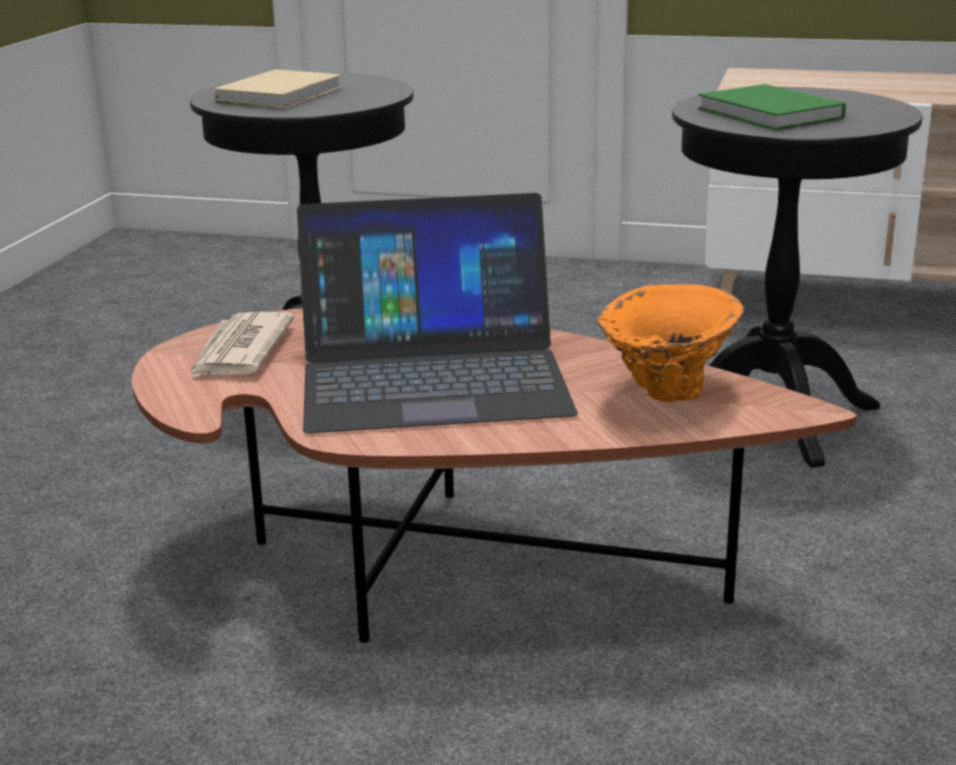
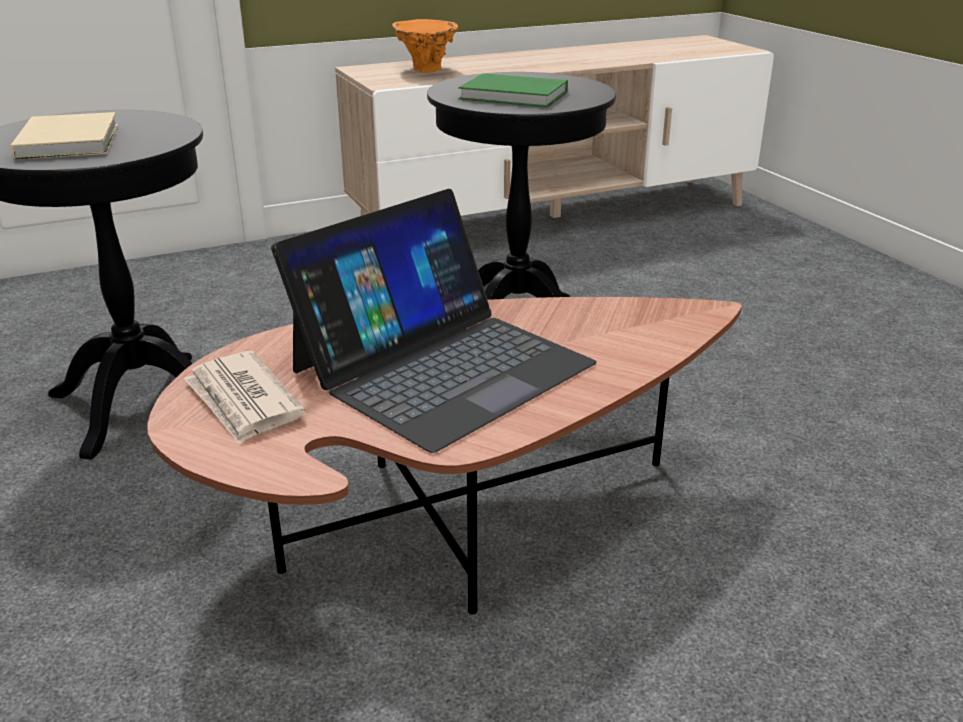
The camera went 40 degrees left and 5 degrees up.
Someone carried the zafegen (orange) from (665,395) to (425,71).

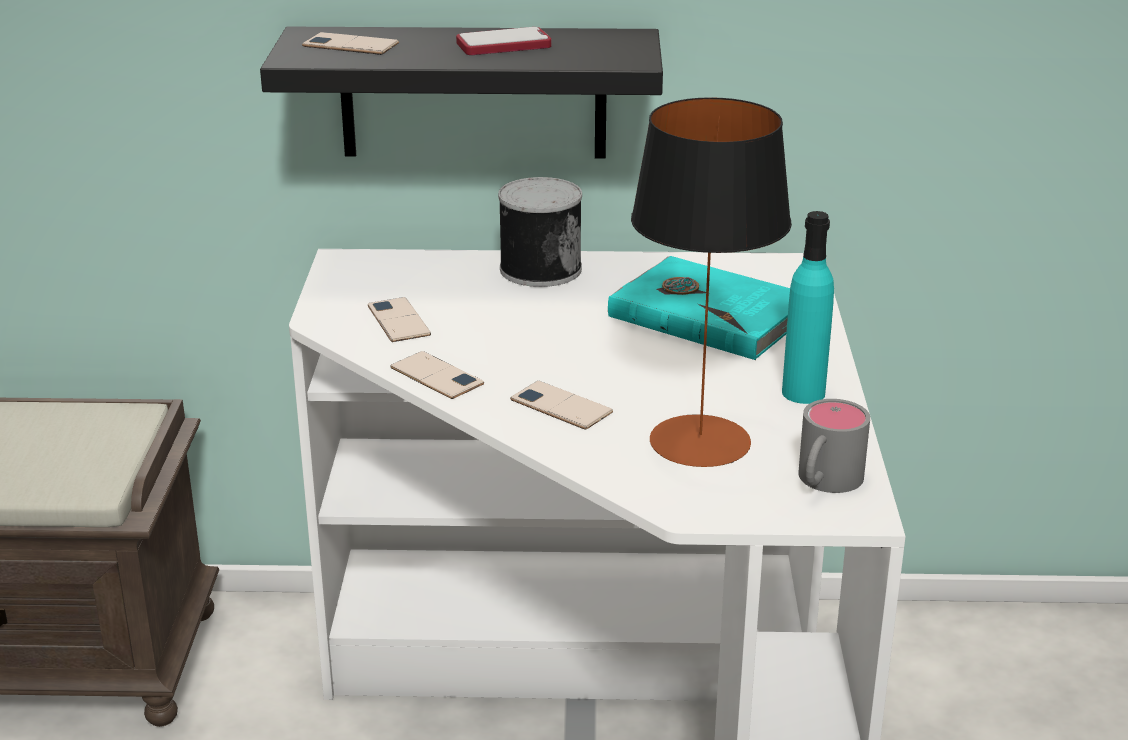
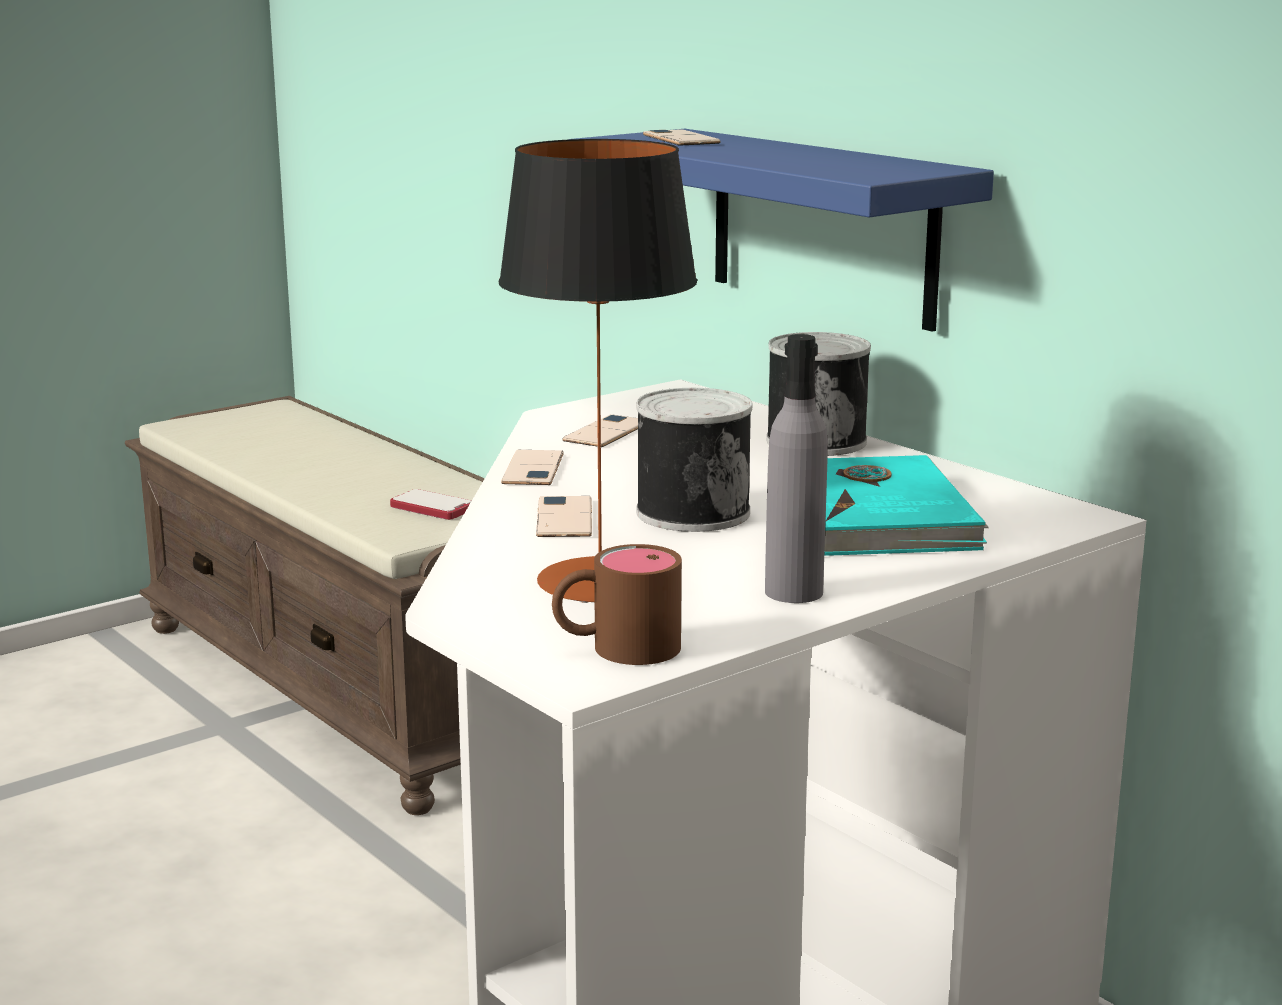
The camera went 50 degrees right and 10 degrees down.
Someone carried the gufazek from (503,45) to (432,507).
Someone repainted the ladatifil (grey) at (824,482), which became the ladatifil (brown) at (616,648).
Someone repainted the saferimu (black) at (473,92), which became the saferimu (blue) at (822,226).
Someone put down the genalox at (691,512).
Someone repainted the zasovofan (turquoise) at (803,393), which became the zasovofan (grey) at (793,592).

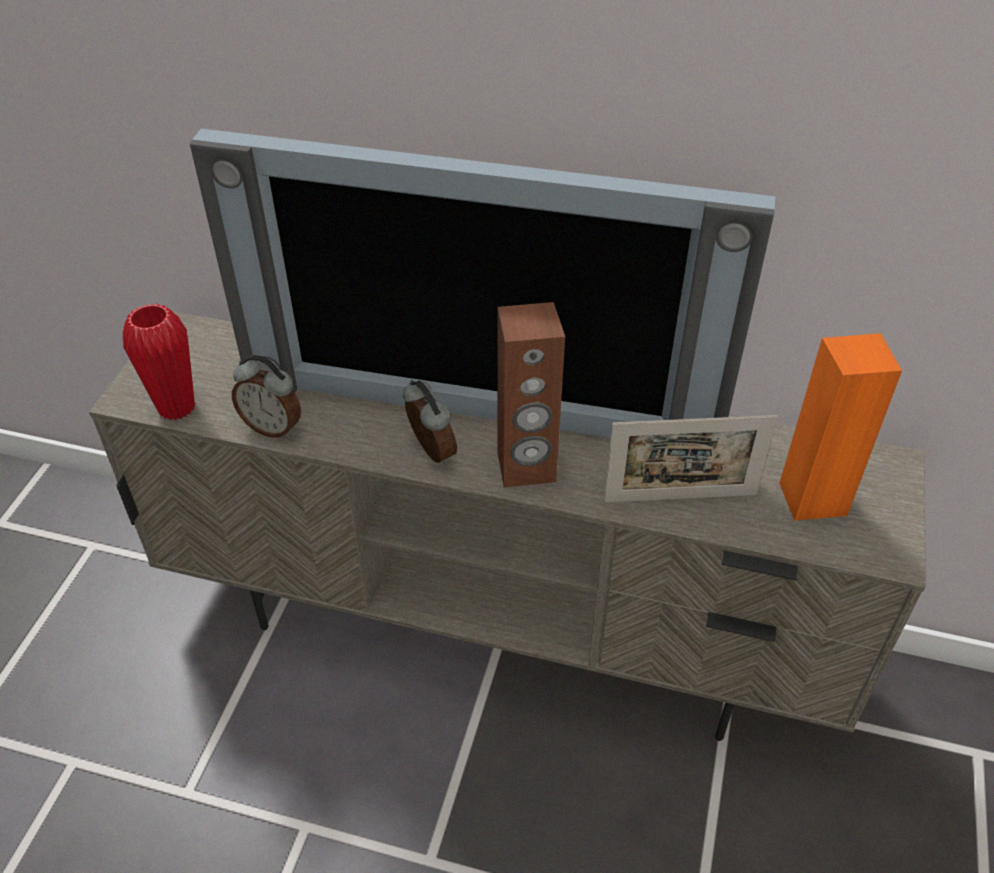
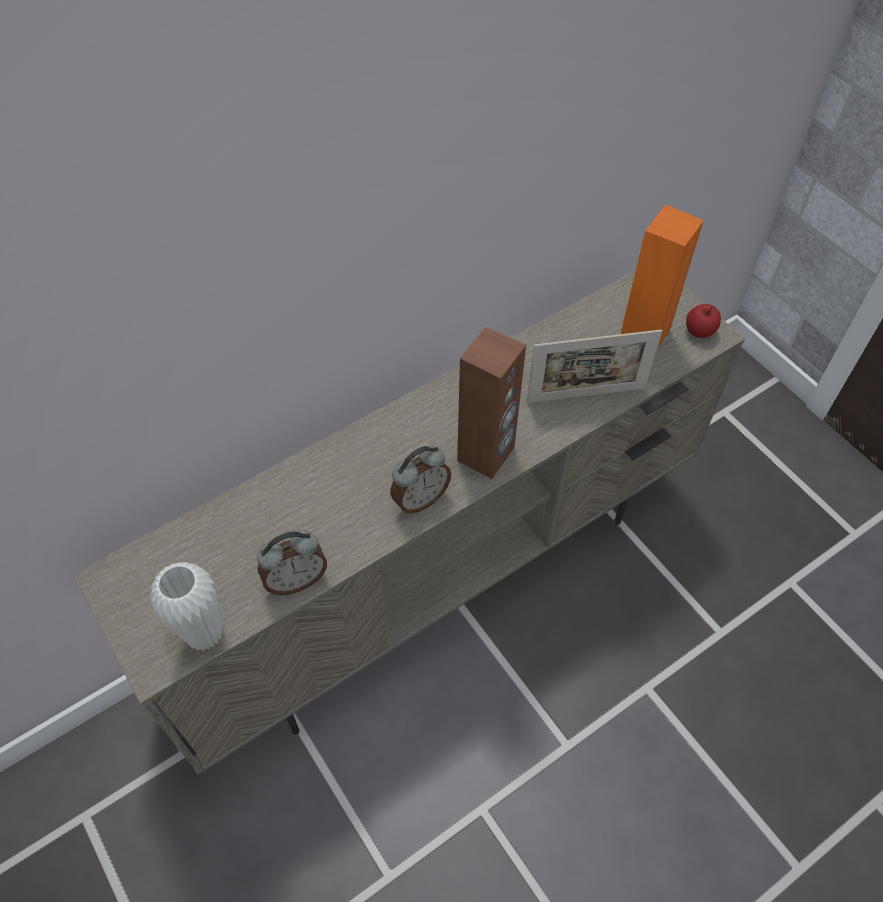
The camera went 50 degrees left and 10 degrees up.
Someone repainted the zafegen (red) at (176,407), which became the zafegen (white) at (204,634).
Someone rotated the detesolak at (430,452) by 135 degrees clockwise.
Someone rotated the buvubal at (680,497) by 45 degrees clockwise.
Someone put down the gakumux at (699,331).
Someone took away the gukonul at (481,399).

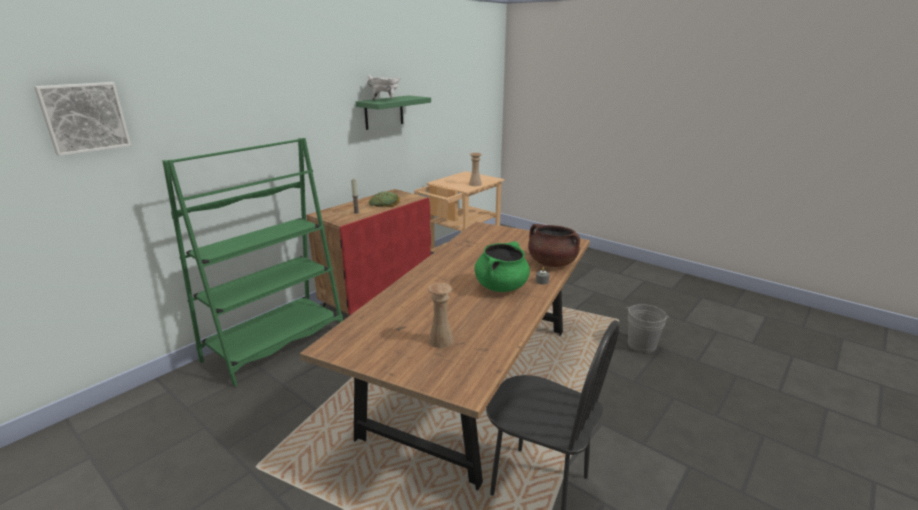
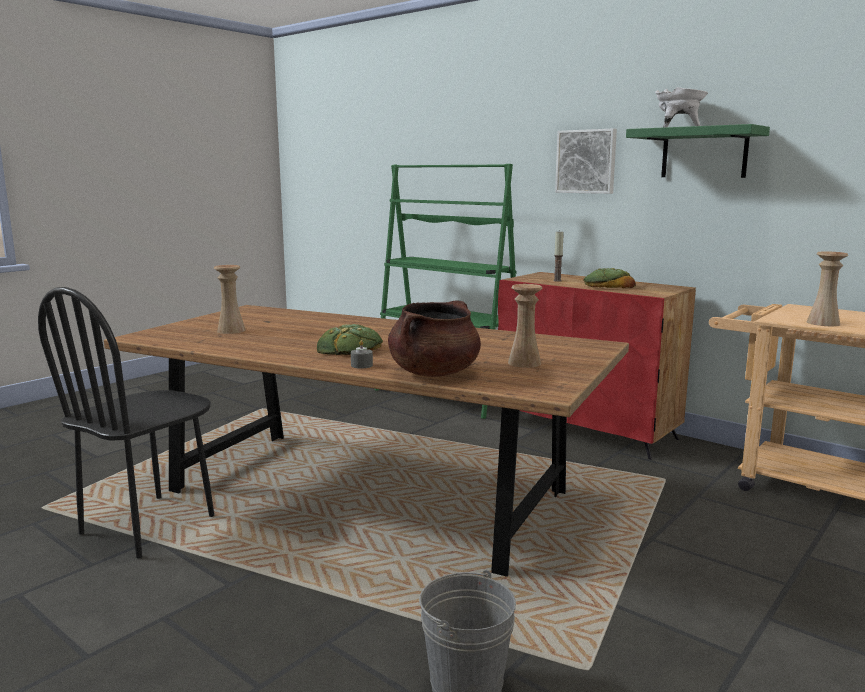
The camera went 90 degrees right and 10 degrees down.
Someone swapped the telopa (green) at (501,286) for the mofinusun at (350,349).
Someone put down the zafegen (beige) at (524,363).
Someone carried the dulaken from (84,117) to (586,161).

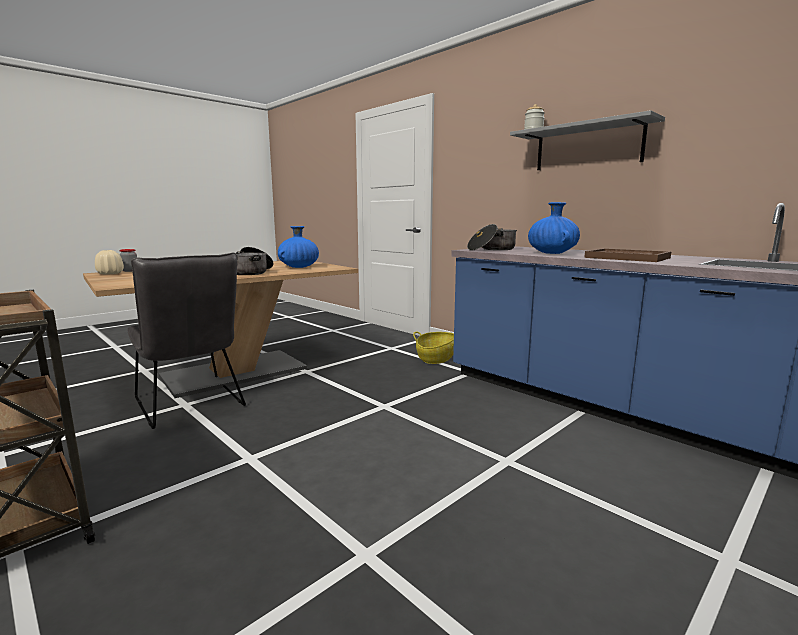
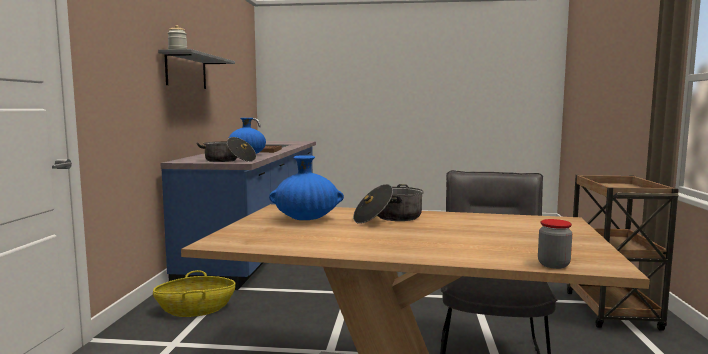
The camera went 130 degrees left and 5 degrees down.
Someone took away the zafegen (beige) at (110,274).

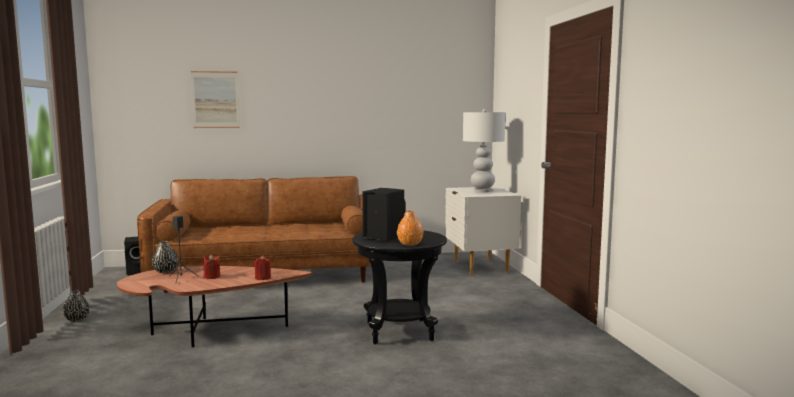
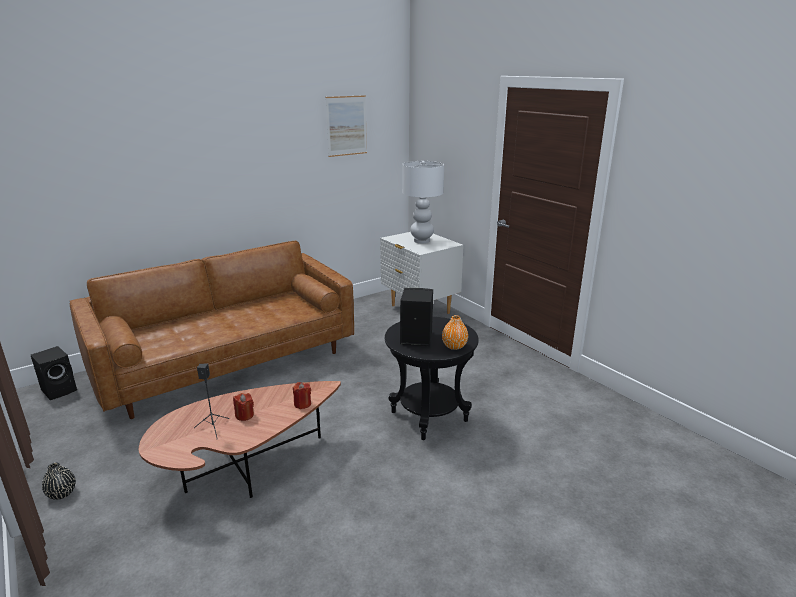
The camera went 25 degrees left and 15 degrees up.
Someone carried the dulaken from (215,99) to (346,126).
Someone took away the zafegen (black) at (165,271).

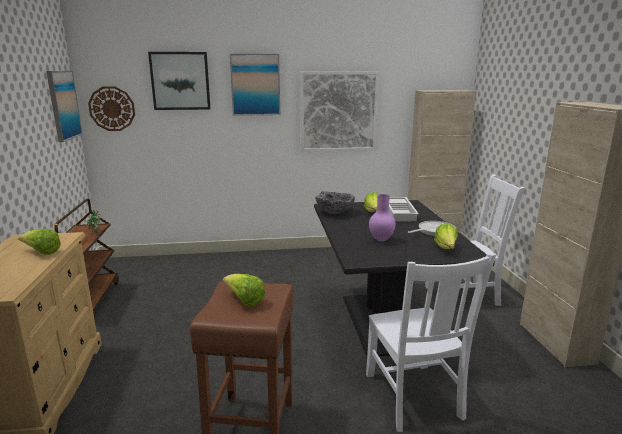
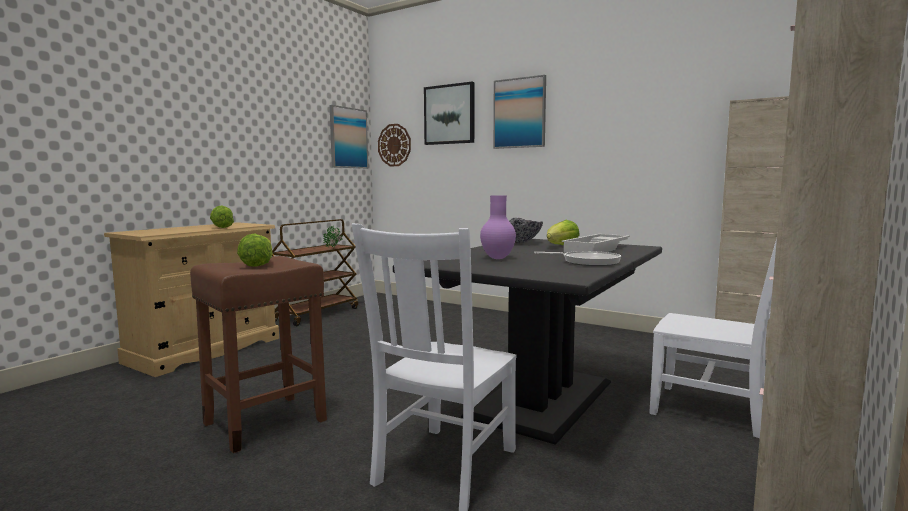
The camera went 40 degrees right and 10 degrees down.
Someone took away the dulaken at (338,111).
Someone took away the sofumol at (446,249).

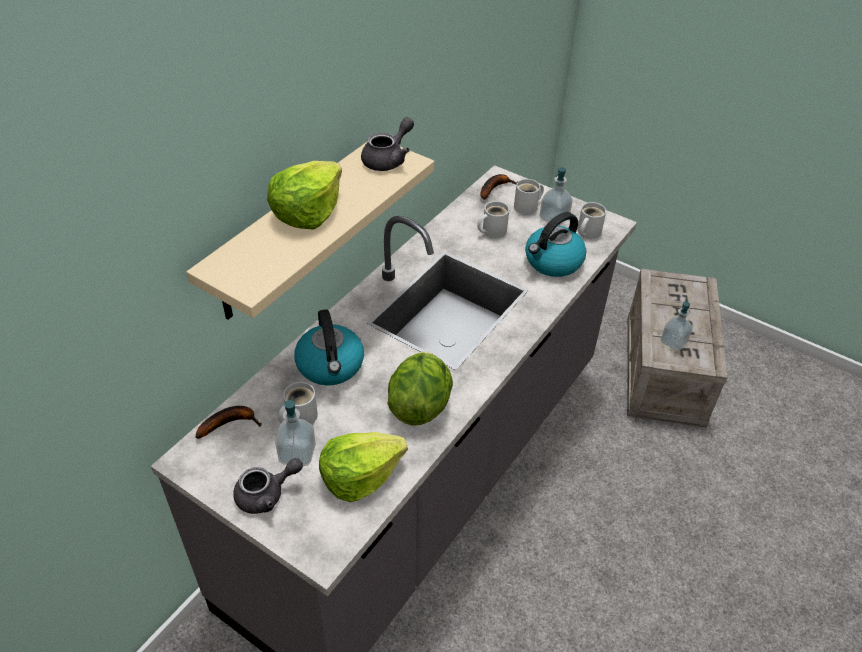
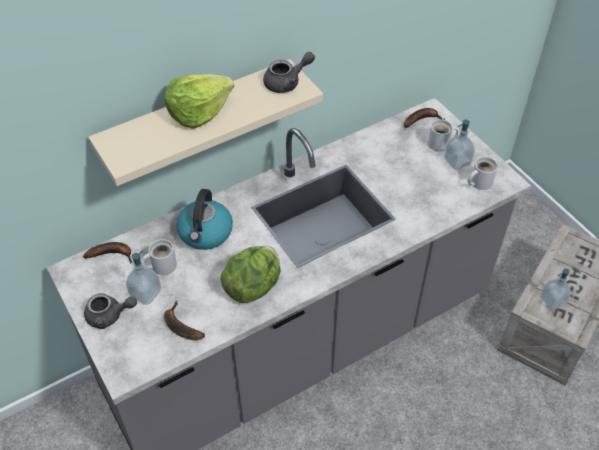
The camera went 25 degrees right and 5 degrees up.
Someone swapped the sofumol at (360,476) for the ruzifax at (179,326).
Someone took away the ladatifil (white) at (492,230).
Someone took away the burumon at (553,262).

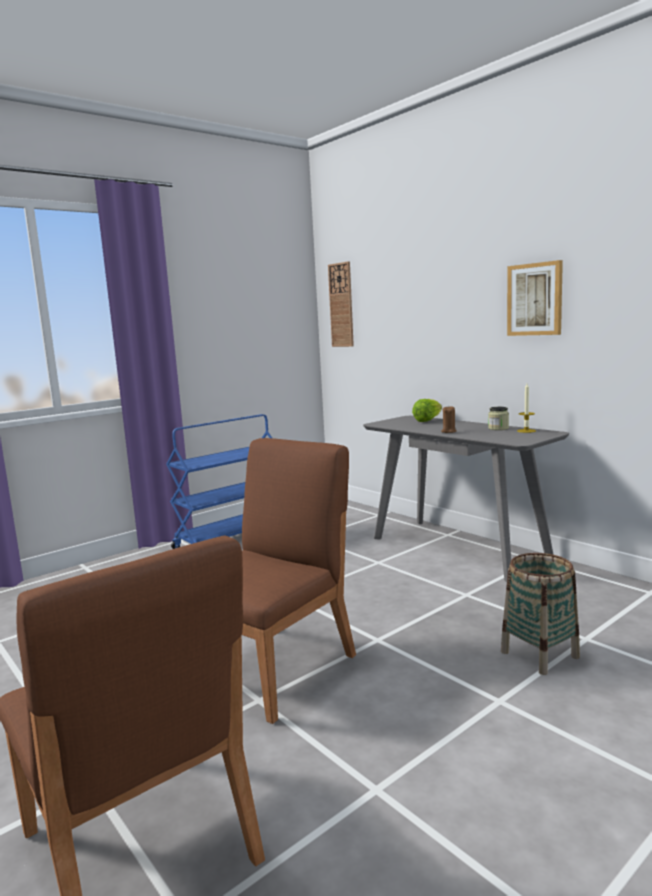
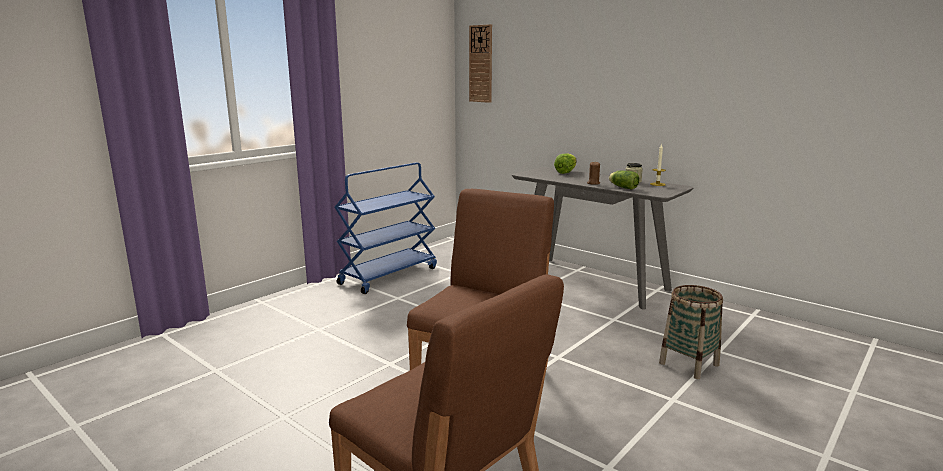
The camera went 10 degrees left and 5 degrees up.
Someone put down the sofumol at (622,187).
Someone took away the dulaken at (535,299).

